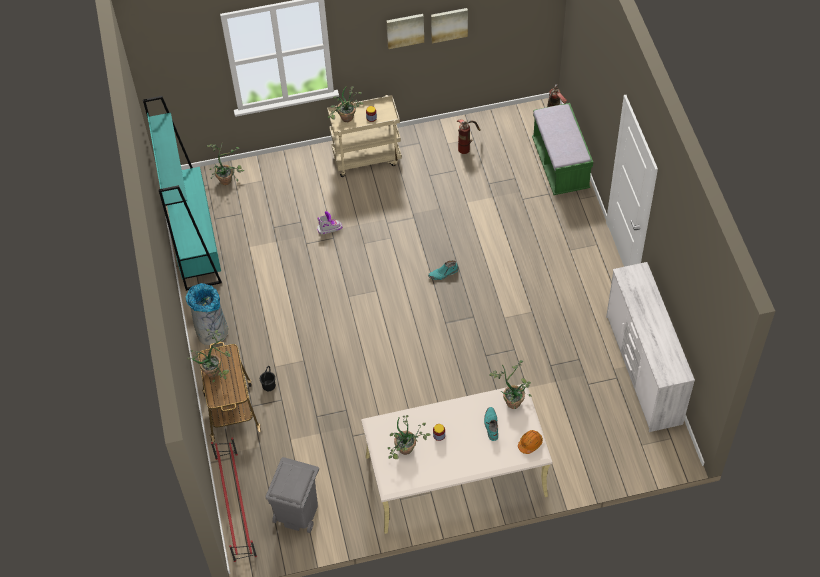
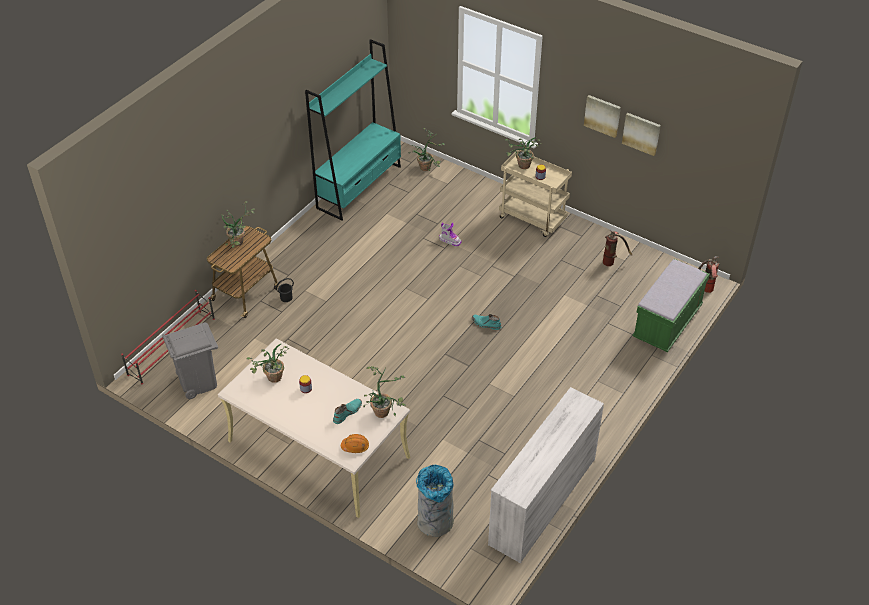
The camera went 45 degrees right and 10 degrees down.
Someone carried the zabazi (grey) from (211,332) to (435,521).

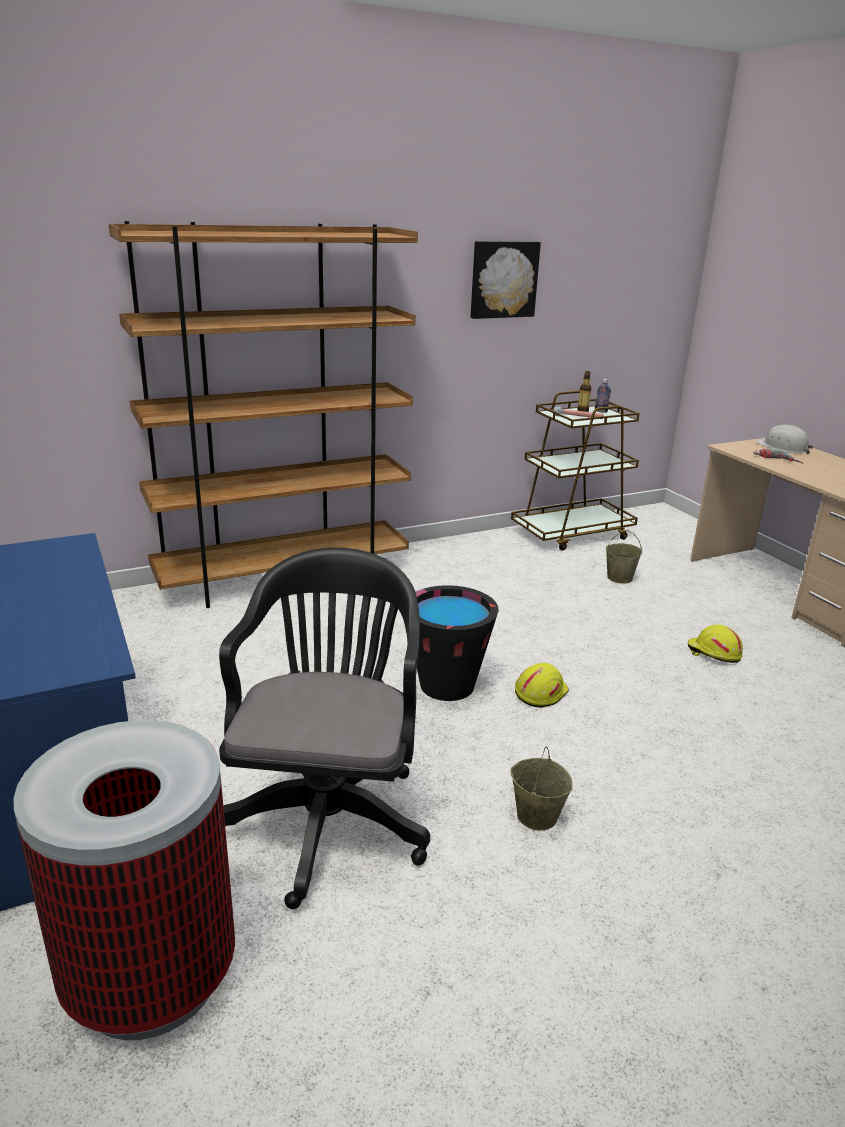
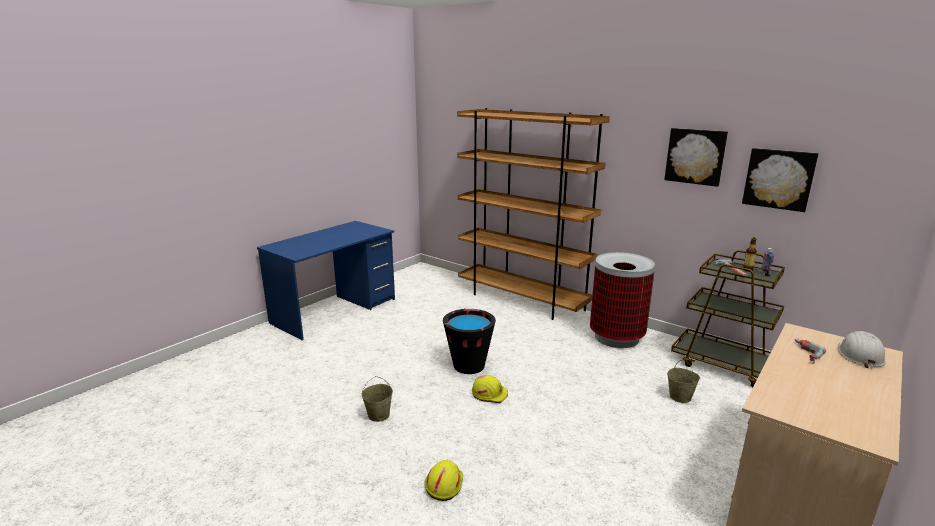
The camera went 65 degrees right and 5 degrees down.
Someone carried the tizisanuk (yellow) from (713,653) to (443,484).
Someone carried the zabazi from (150,977) to (616,337).
Someone put up the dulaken at (779,179).
Someone took away the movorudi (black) at (328,815).

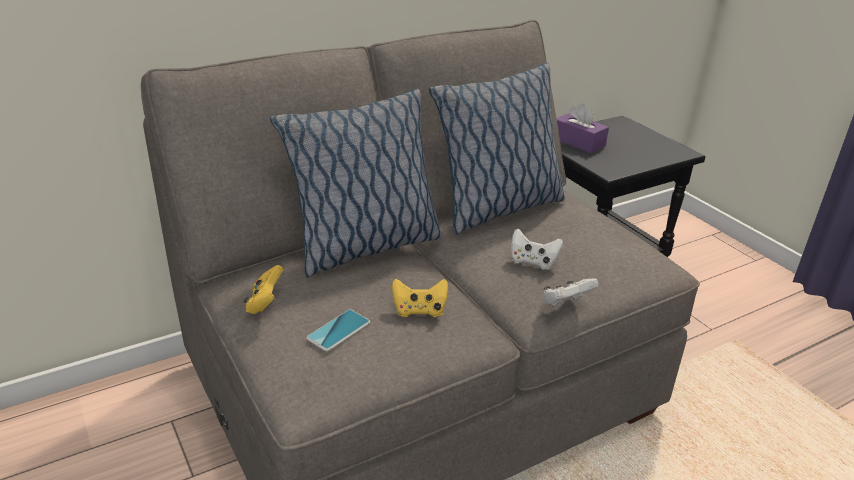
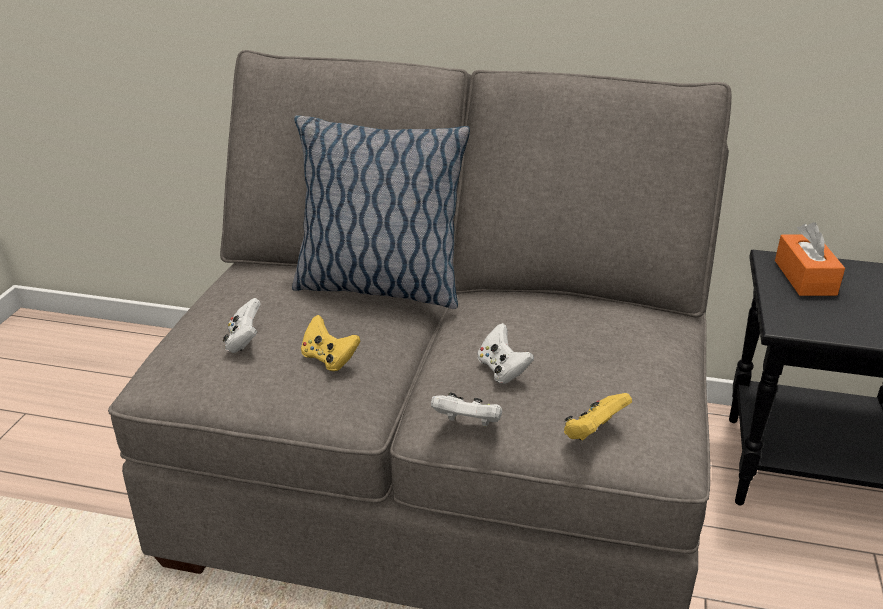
The camera went 45 degrees right and 0 degrees up.
Someone swapped the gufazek at (338,331) for the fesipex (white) at (244,341).
Someone carried the fesipex (yellow) from (265,303) to (593,432).
Someone repainted the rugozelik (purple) at (578,142), which became the rugozelik (orange) at (805,277).
Someone took away the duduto at (497,209).

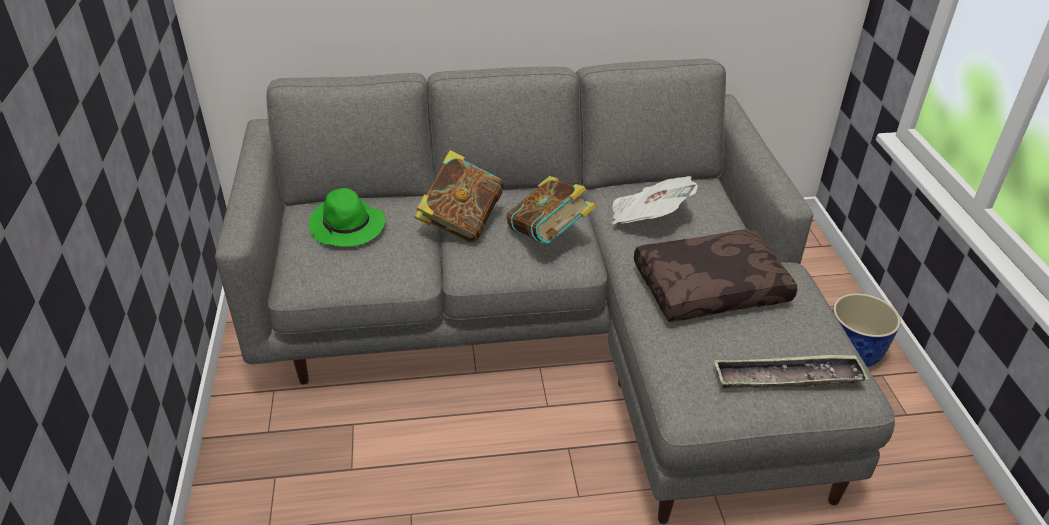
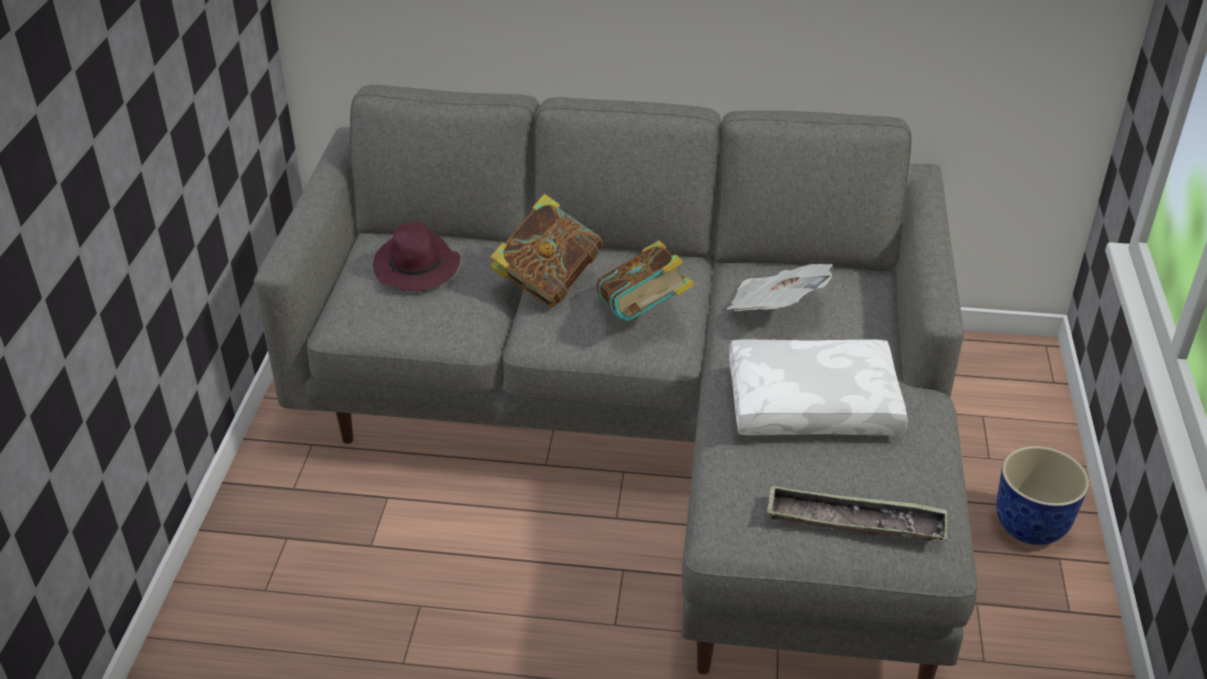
The camera went 15 degrees right and 0 degrees up.
Someone repainted the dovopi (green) at (348,227), which became the dovopi (purple) at (417,268).
Someone repainted the duduto (brown) at (710,286), which became the duduto (white) at (813,402).

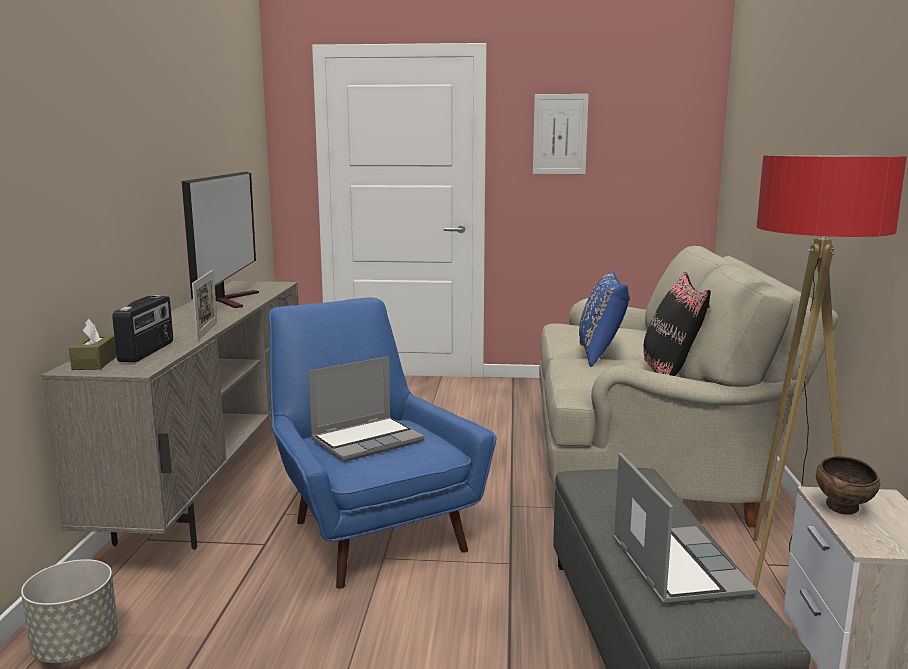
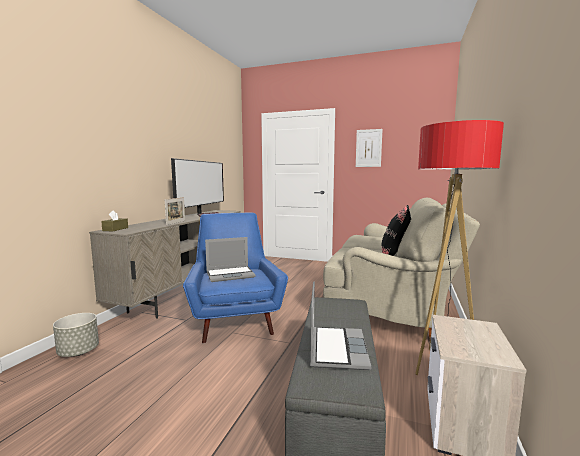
The camera went 15 degrees right and 5 degrees down.
Someone took away the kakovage at (148,352).
Someone took away the duduto (blue) at (601,355).
Someone took away the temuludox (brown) at (844,510).

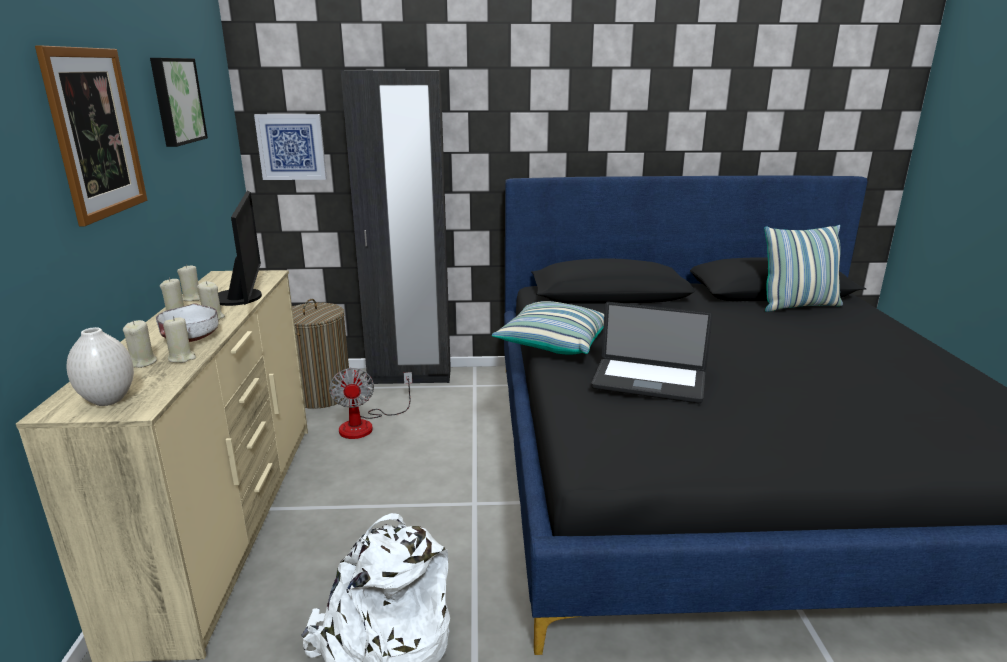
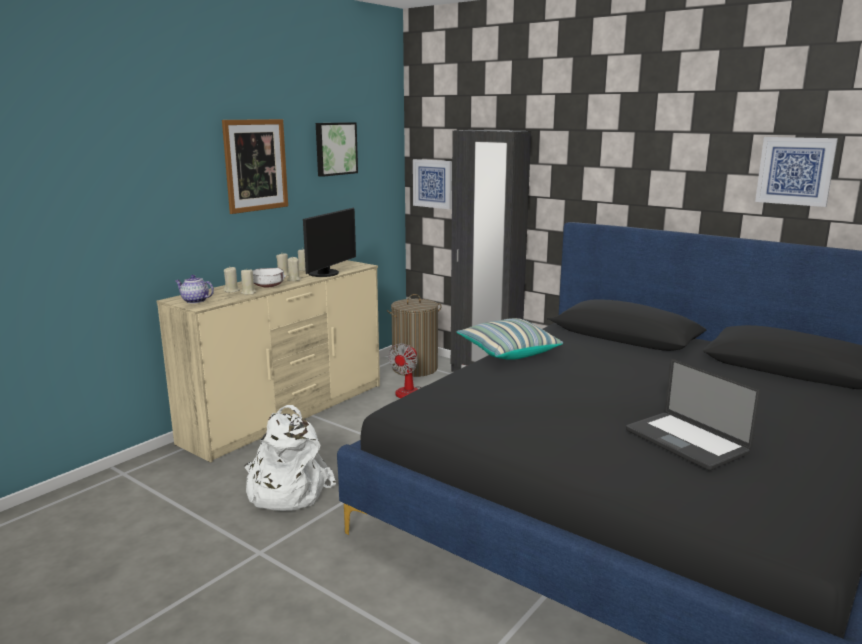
The camera went 40 degrees right and 5 degrees down.
Someone swapped the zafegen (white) at (108,401) for the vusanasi at (194,301).
Someone carried the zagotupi from (648,382) to (685,442).
Someone put up the dulaken at (795,171).
Someone took away the duduto at (798,306).

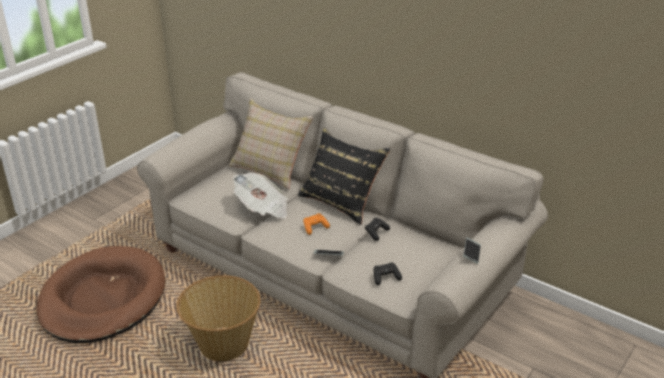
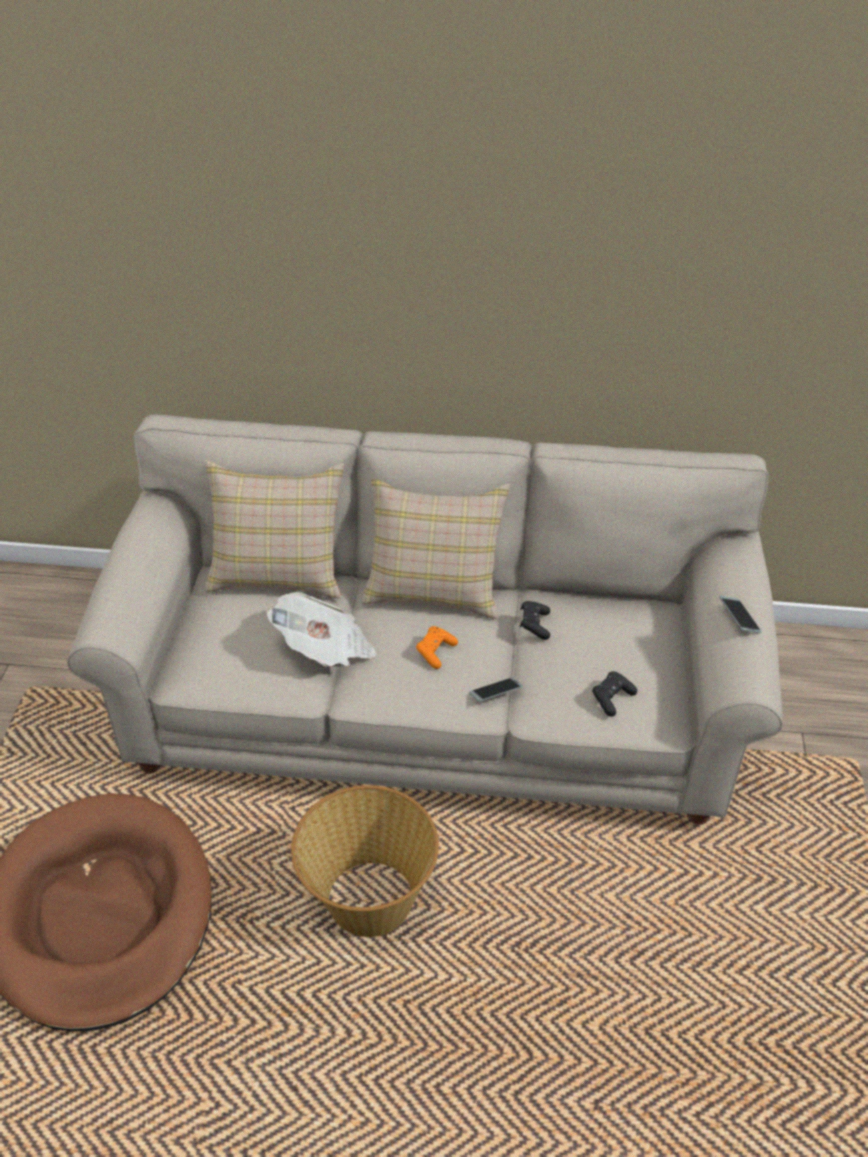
The camera went 30 degrees left and 10 degrees up.
Someone repainted the duduto (black) at (342,201), which became the duduto (beige) at (434,587).

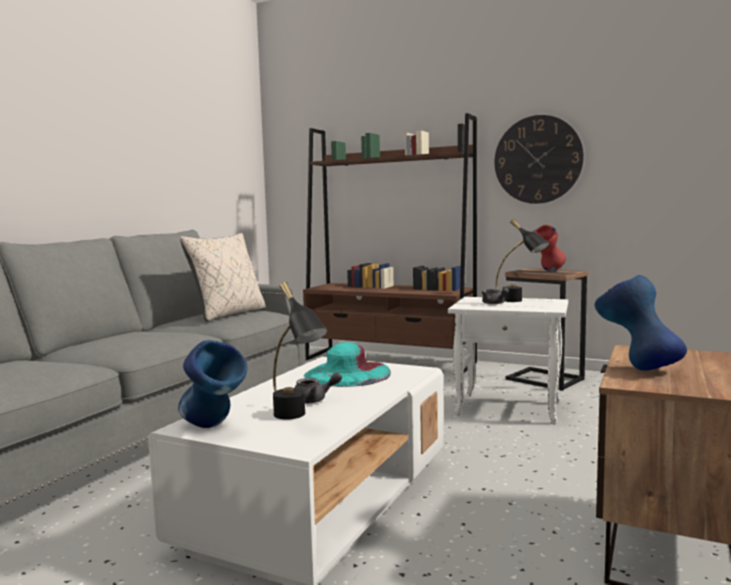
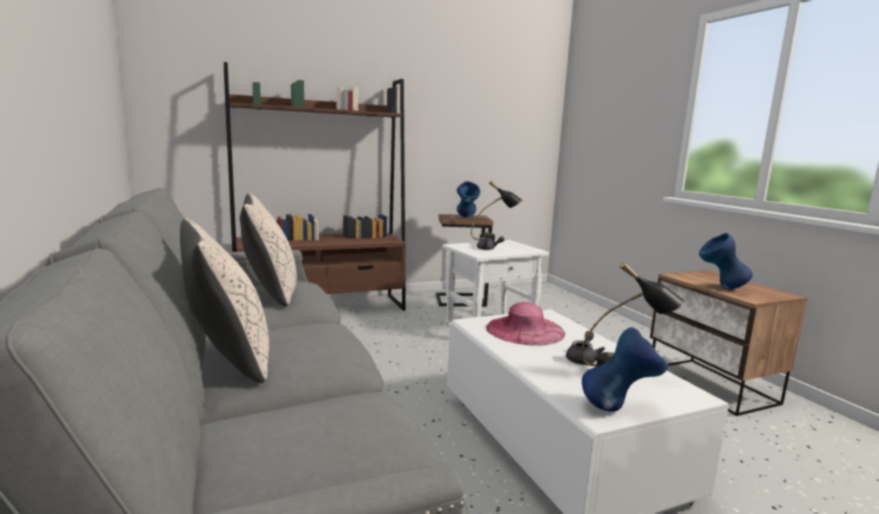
The camera went 50 degrees left and 5 degrees up.
Someone put down the duduto (beige) at (228,359).
Someone repainted the zafegen (red) at (547,271), which became the zafegen (blue) at (466,217).
Someone repainted the dovopi (turquoise) at (347,374), which became the dovopi (pink) at (525,330).
Someone took away the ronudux at (538,159).

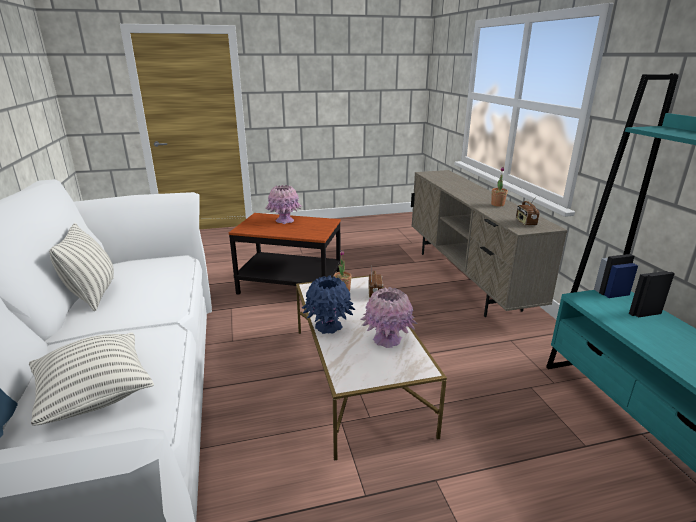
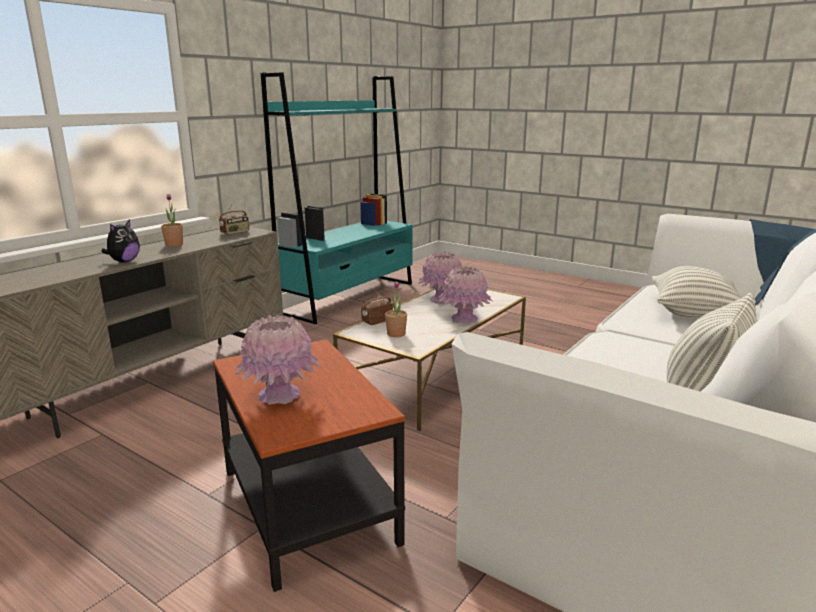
The camera went 130 degrees left and 5 degrees down.
Someone put down the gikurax at (124,261).
Someone repainted the zafegen (blue) at (328,326), which became the zafegen (pink) at (464,319).

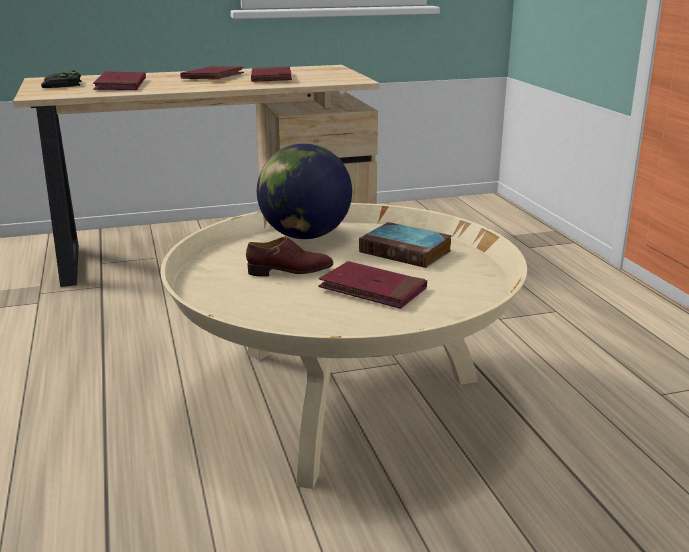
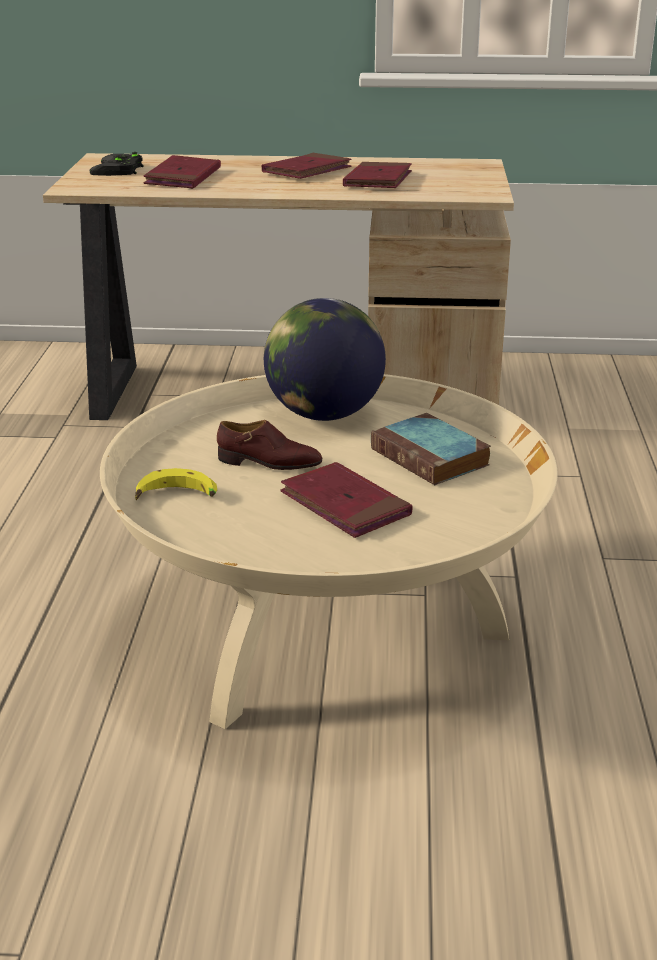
The camera went 20 degrees right and 5 degrees up.
Someone put down the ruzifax at (176,498).

